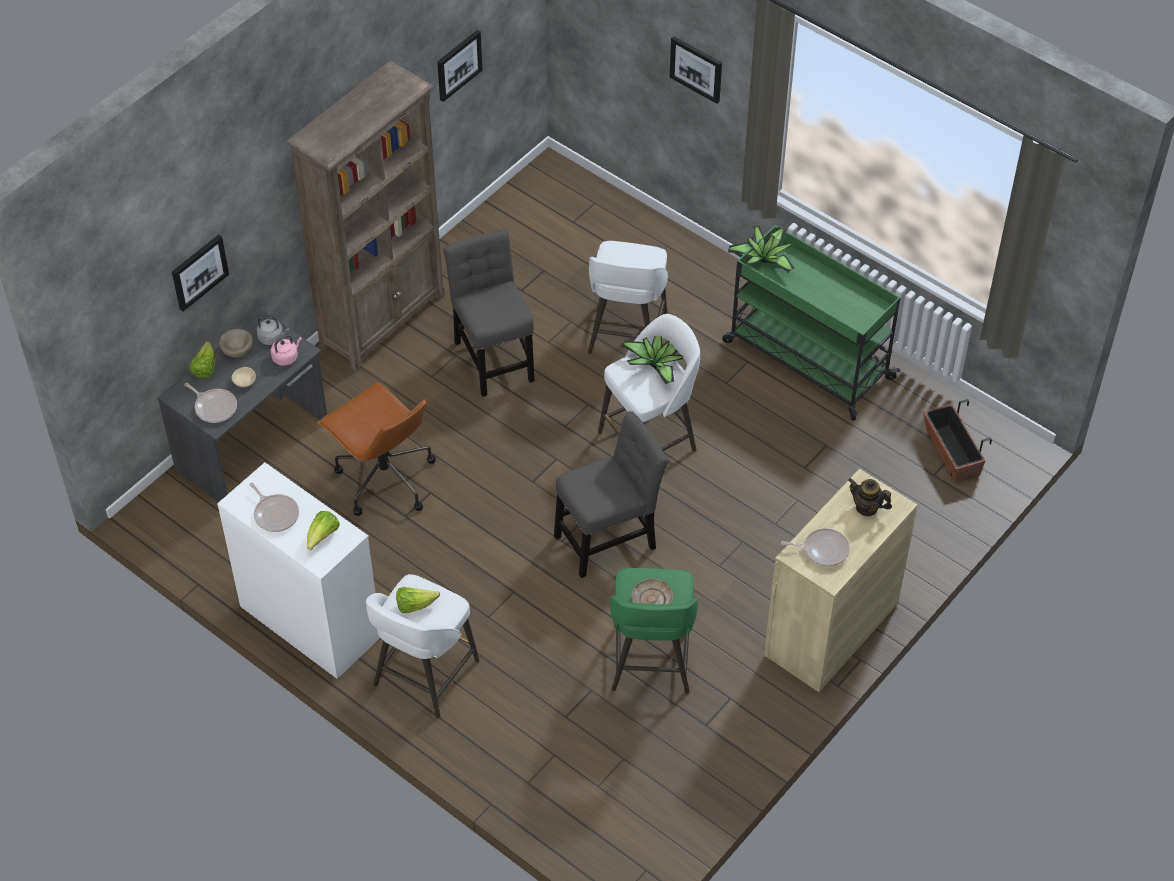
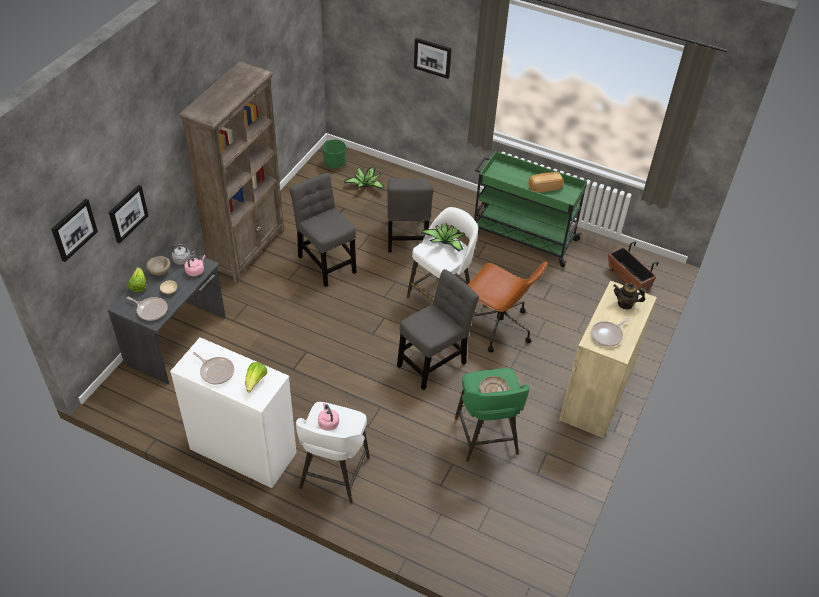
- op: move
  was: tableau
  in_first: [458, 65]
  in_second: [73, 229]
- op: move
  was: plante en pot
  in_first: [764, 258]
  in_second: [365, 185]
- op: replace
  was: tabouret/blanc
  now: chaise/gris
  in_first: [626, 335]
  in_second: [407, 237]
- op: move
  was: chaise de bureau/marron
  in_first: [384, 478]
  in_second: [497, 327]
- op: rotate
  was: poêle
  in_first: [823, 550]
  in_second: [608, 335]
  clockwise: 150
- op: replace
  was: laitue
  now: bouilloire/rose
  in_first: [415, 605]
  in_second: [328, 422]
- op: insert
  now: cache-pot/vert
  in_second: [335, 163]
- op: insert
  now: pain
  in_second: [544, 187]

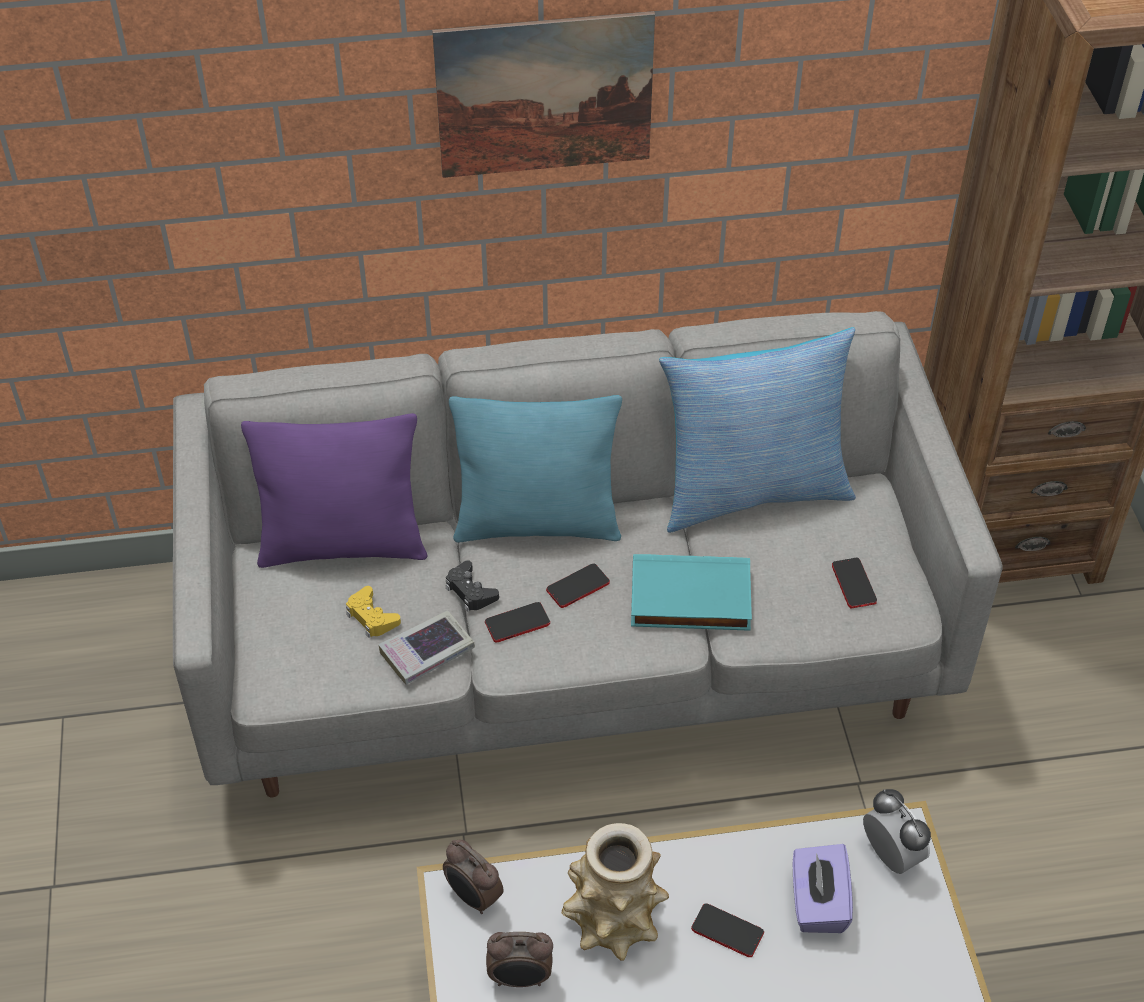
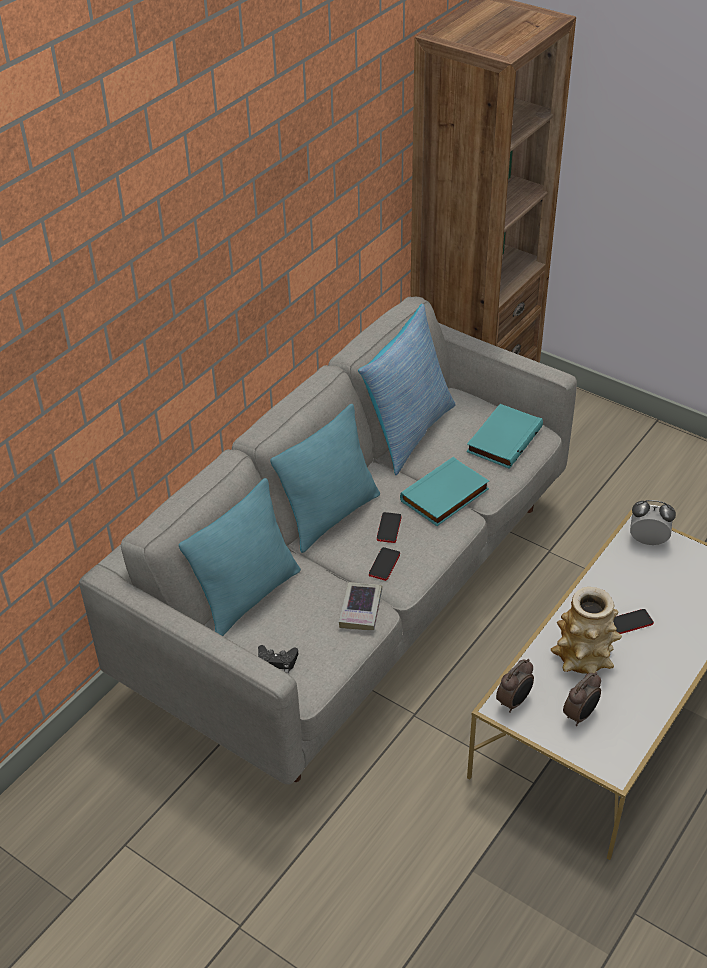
- op: delete
  was: tableau
  in_first: [544, 95]
- op: recolor
  was: coussin/violet
  now: coussin/turquoise
  in_first: [343, 545]
  in_second: [248, 596]
- op: replace
  was: téléphone
  now: livre/turquoise
  in_first: [854, 584]
  in_second: [503, 439]
- op: move
  was: manette/noir
  in_first: [470, 591]
  in_second: [277, 661]
- op: delete
  was: manette/jaune
  in_first: [371, 617]
- op: rotate
  was: réveil
  in_first: [473, 897]
  in_second: [514, 702]
  clockwise: -45
- op: delete
  was: boîte à mouchoirs/violet
  in_first: [818, 903]

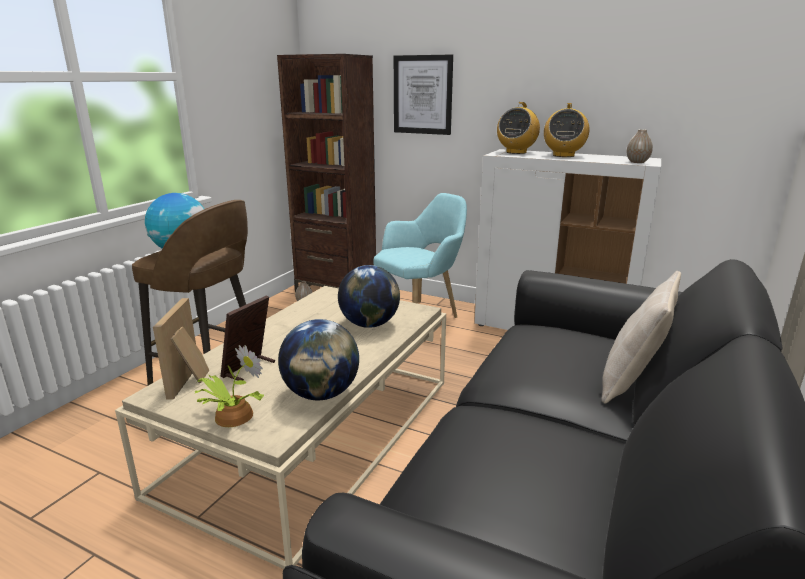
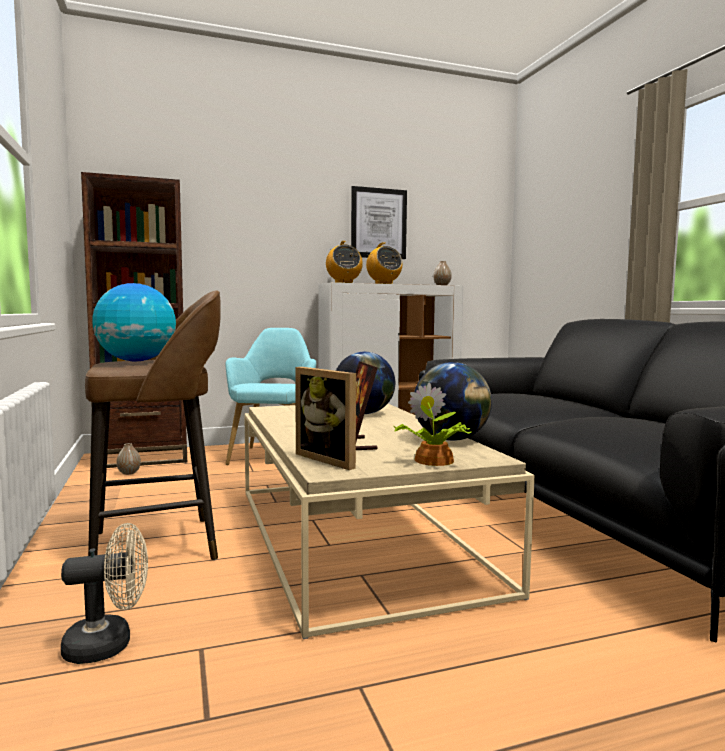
- op: move
  was: tableau
  in_first: [422, 95]
  in_second: [378, 223]
- op: delete
  was: coussin/beige
  in_first: [632, 381]
- op: insert
  now: ventilateur/beige
  in_second: [109, 644]

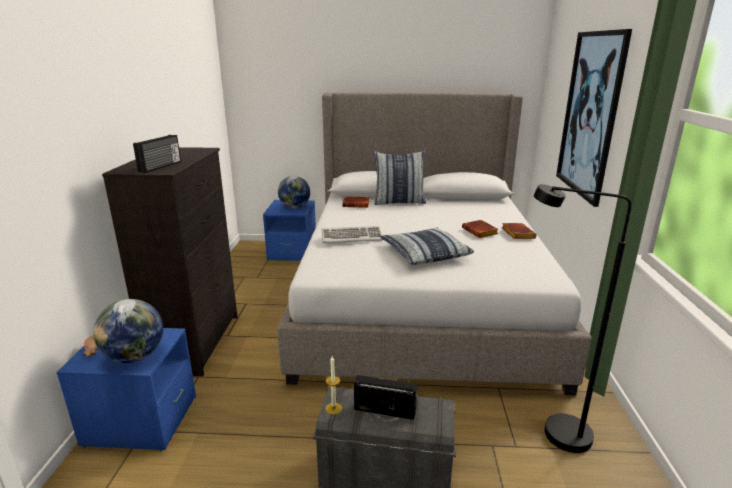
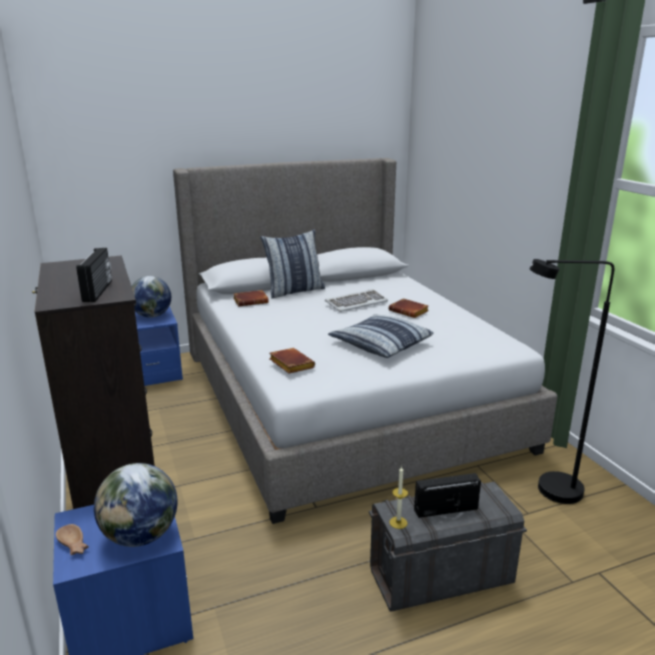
- op: delete
  was: tableau
  in_first: [590, 115]
- op: move
  was: livre/marron
  in_first: [516, 234]
  in_second: [290, 364]
- op: move
  was: clavier
  in_first: [352, 237]
  in_second: [356, 303]

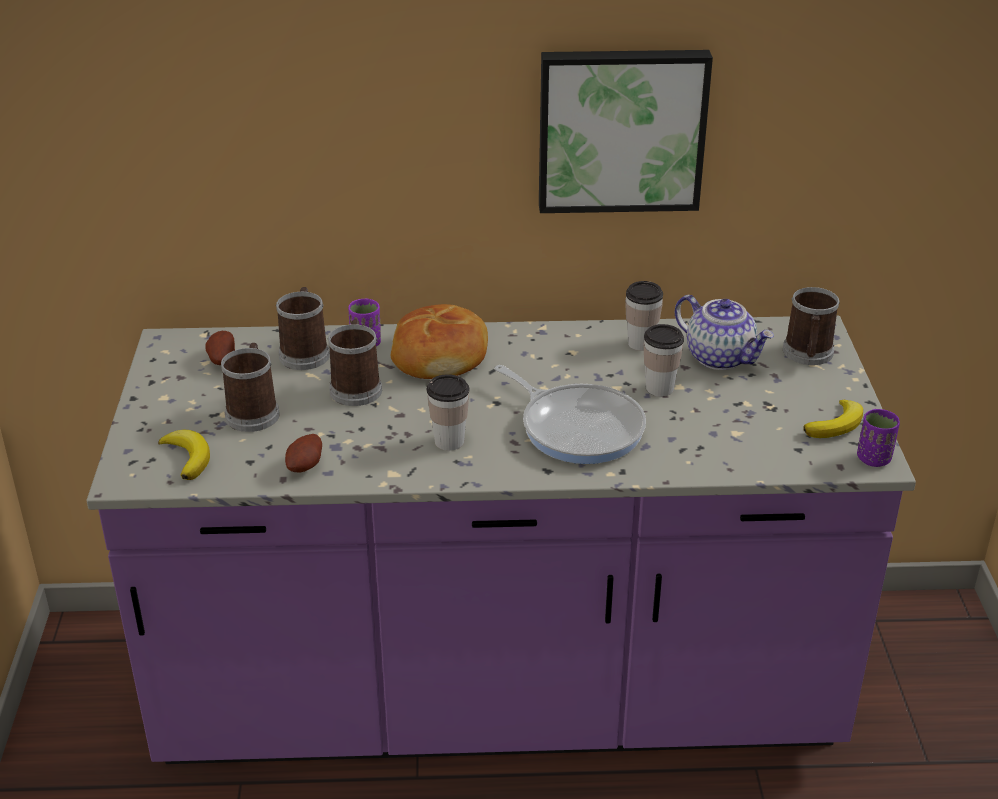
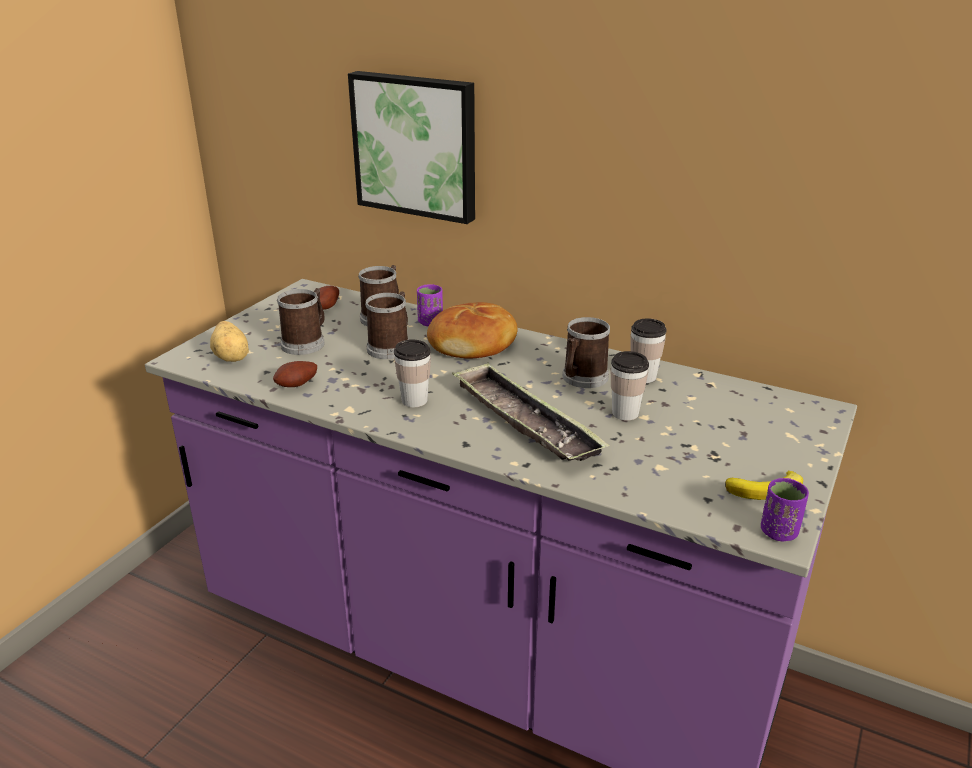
- op: move
  was: tableau
  in_first: [621, 129]
  in_second: [416, 145]
- op: move
  was: mug
  in_first: [808, 354]
  in_second: [582, 379]
- op: delete
  was: théière
  in_first: [720, 357]
- op: replace
  was: poêle
  now: plateau
  in_first: [578, 427]
  in_second: [524, 421]
- op: replace
  was: banane
  now: pomme de terre
  in_first: [188, 457]
  in_second: [232, 357]

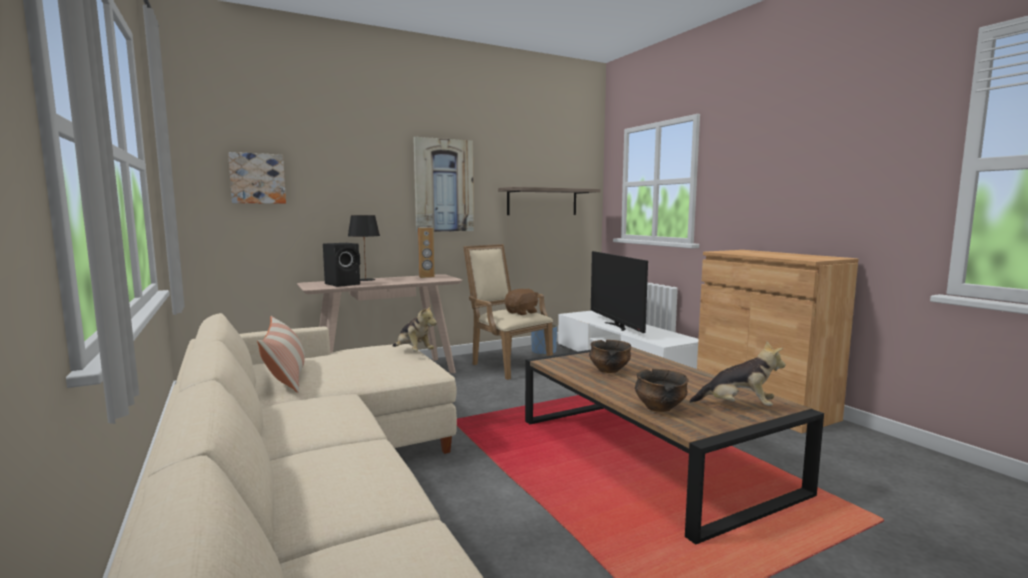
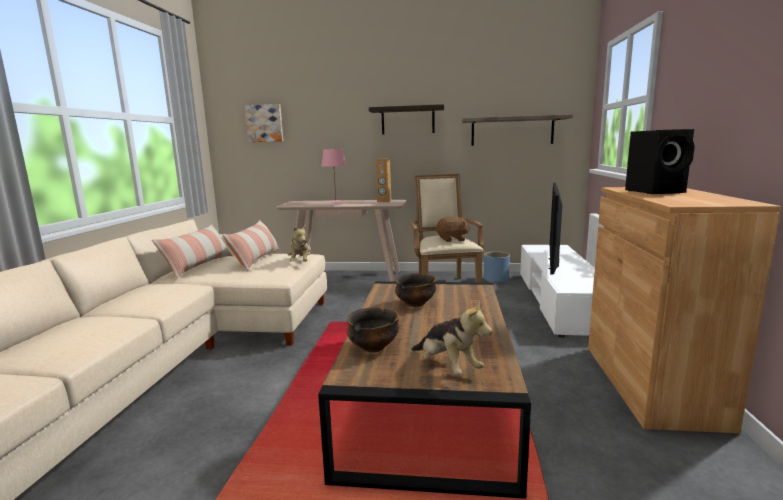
- op: replace
  was: tableau
  now: étagère
  in_first: [443, 185]
  in_second: [408, 120]
- op: recolor
  was: lampe de table/noir
  now: lampe de table/rose
  in_first: [366, 280]
  in_second: [336, 201]
- op: move
  was: enceinte/noir
  in_first: [343, 284]
  in_second: [656, 191]
- op: insert
  now: coussin
  in_second: [256, 259]

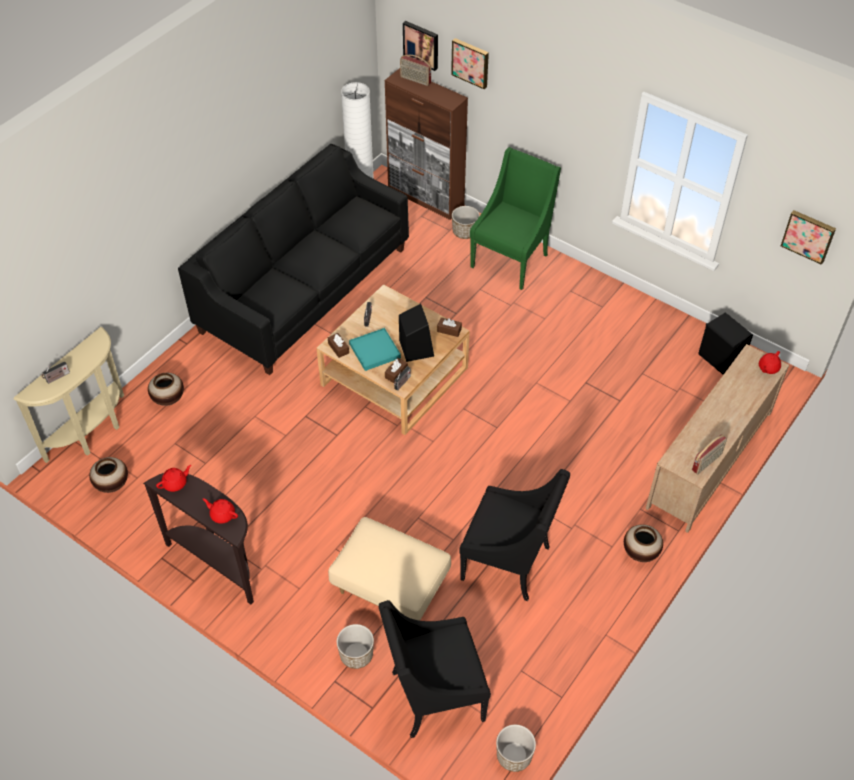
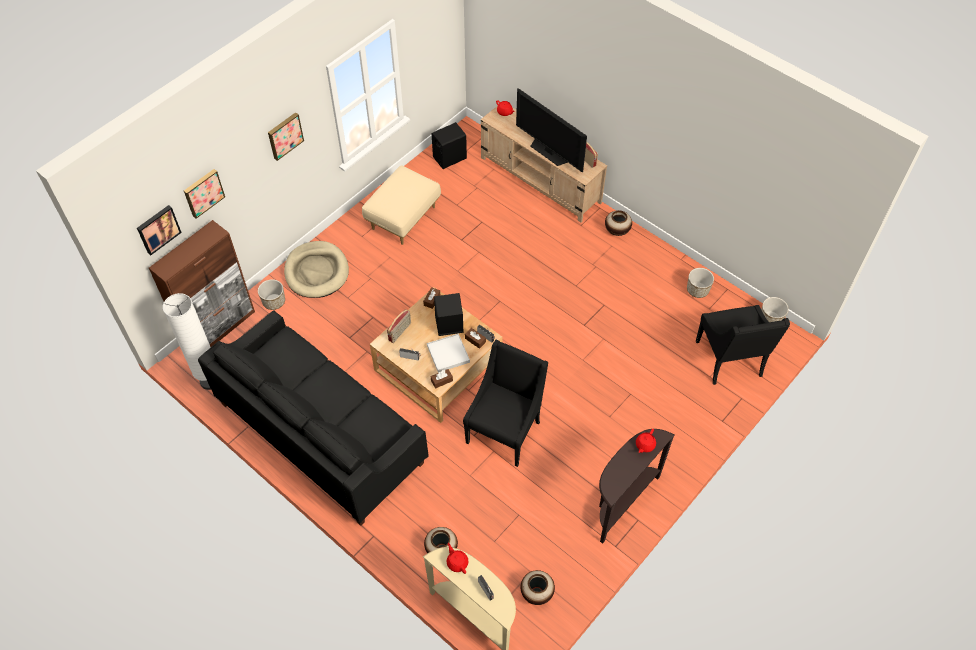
- op: move
  was: radio
  in_first: [415, 80]
  in_second: [400, 332]
- op: replace
  was: fauteuil/vert
  now: panier pour chien/beige
  in_first: [511, 259]
  in_second: [317, 271]
- op: move
  was: tableau
  in_first: [808, 235]
  in_second: [284, 135]
- op: recolor
  was: plateau/turquoise
  now: plateau/blanc
  in_first: [375, 351]
  in_second: [448, 354]
- op: move
  was: théière/rouge
  in_first: [175, 483]
  in_second: [457, 562]
- op: move
  was: fauteuil/noir
  in_first: [509, 563]
  in_second: [505, 431]
- op: move
  was: pouf/beige
  in_first: [391, 588]
  in_second: [403, 217]
- op: move
  was: cache-pot
  in_first: [356, 655]
  in_second: [697, 290]
- op: insert
  now: téléviseur
  in_second: [549, 152]

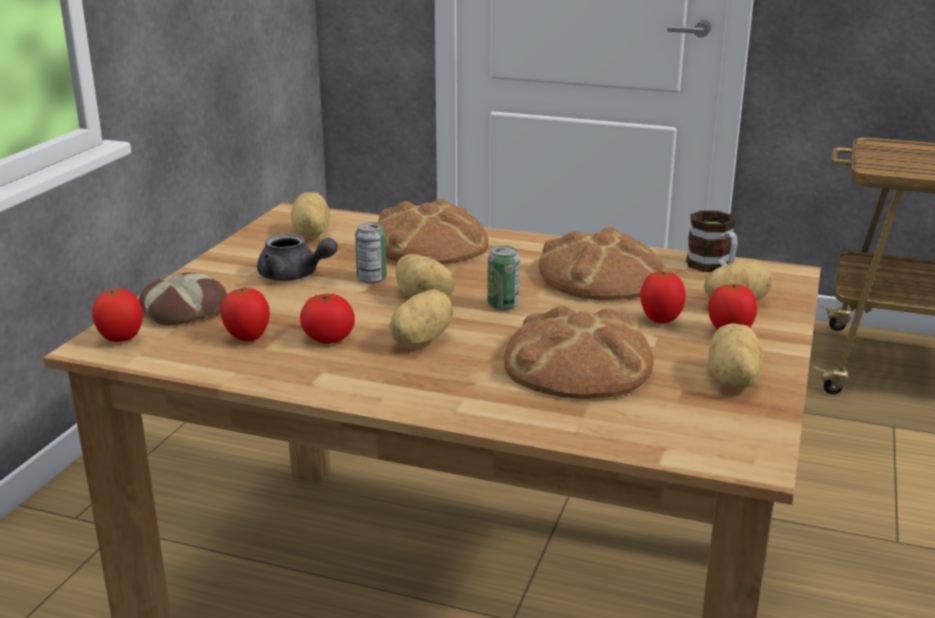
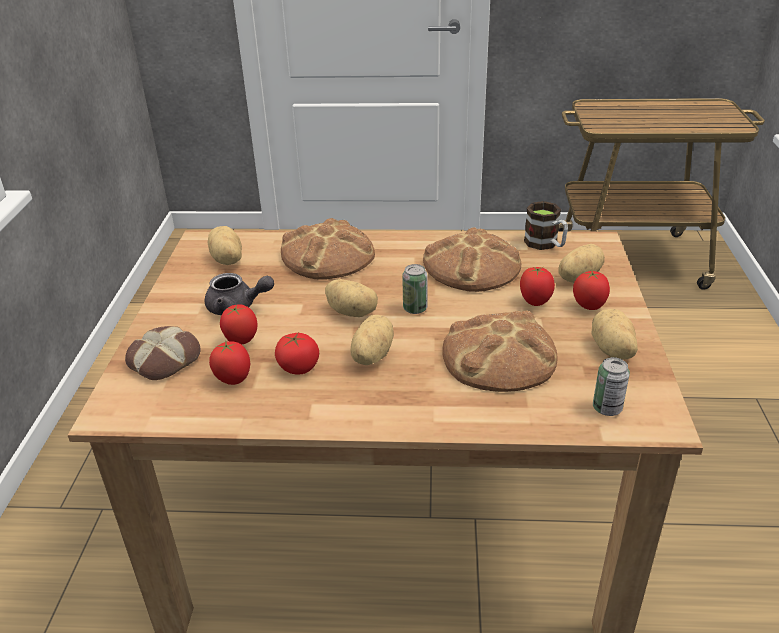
- op: move
  was: boîte métallique
  in_first: [371, 279]
  in_second: [607, 408]
- op: move
  was: tomate
  in_first: [121, 339]
  in_second: [241, 341]

